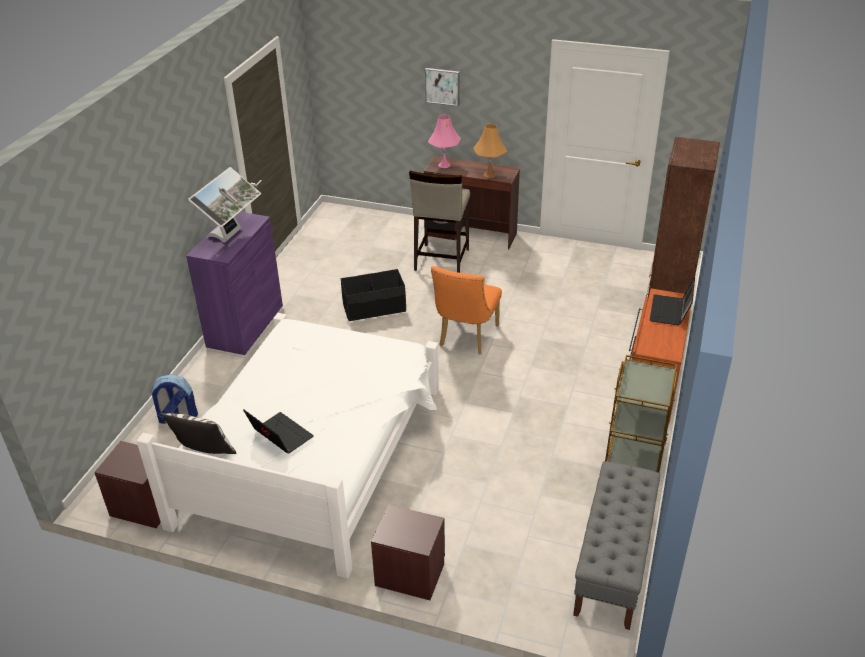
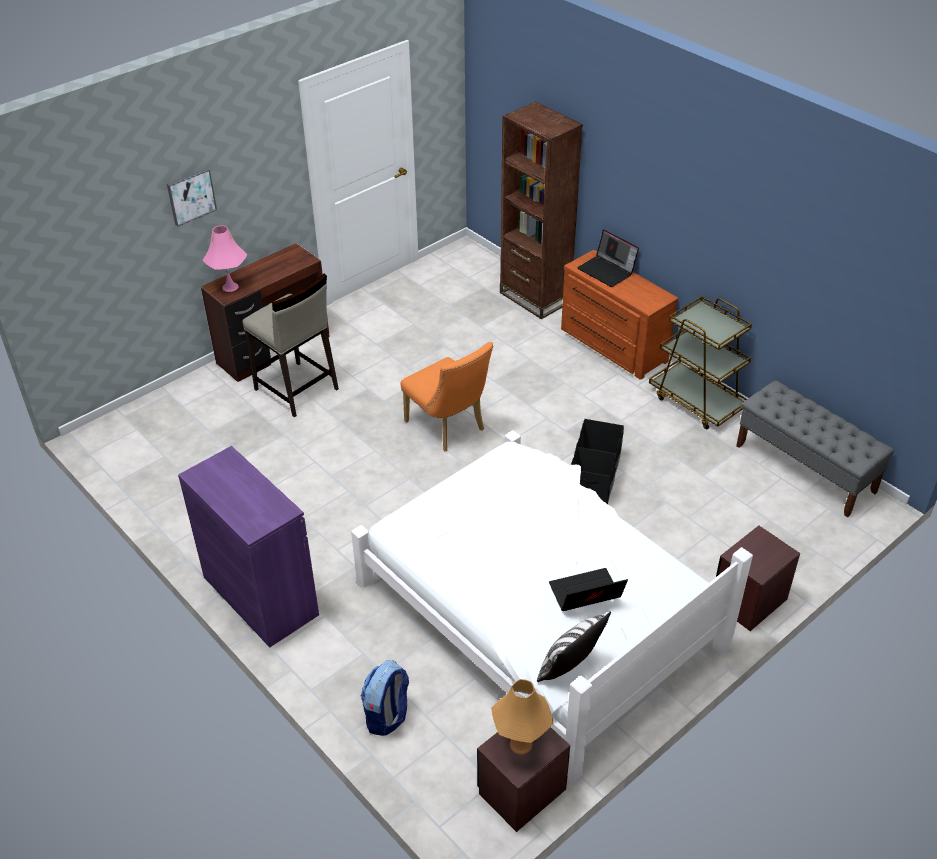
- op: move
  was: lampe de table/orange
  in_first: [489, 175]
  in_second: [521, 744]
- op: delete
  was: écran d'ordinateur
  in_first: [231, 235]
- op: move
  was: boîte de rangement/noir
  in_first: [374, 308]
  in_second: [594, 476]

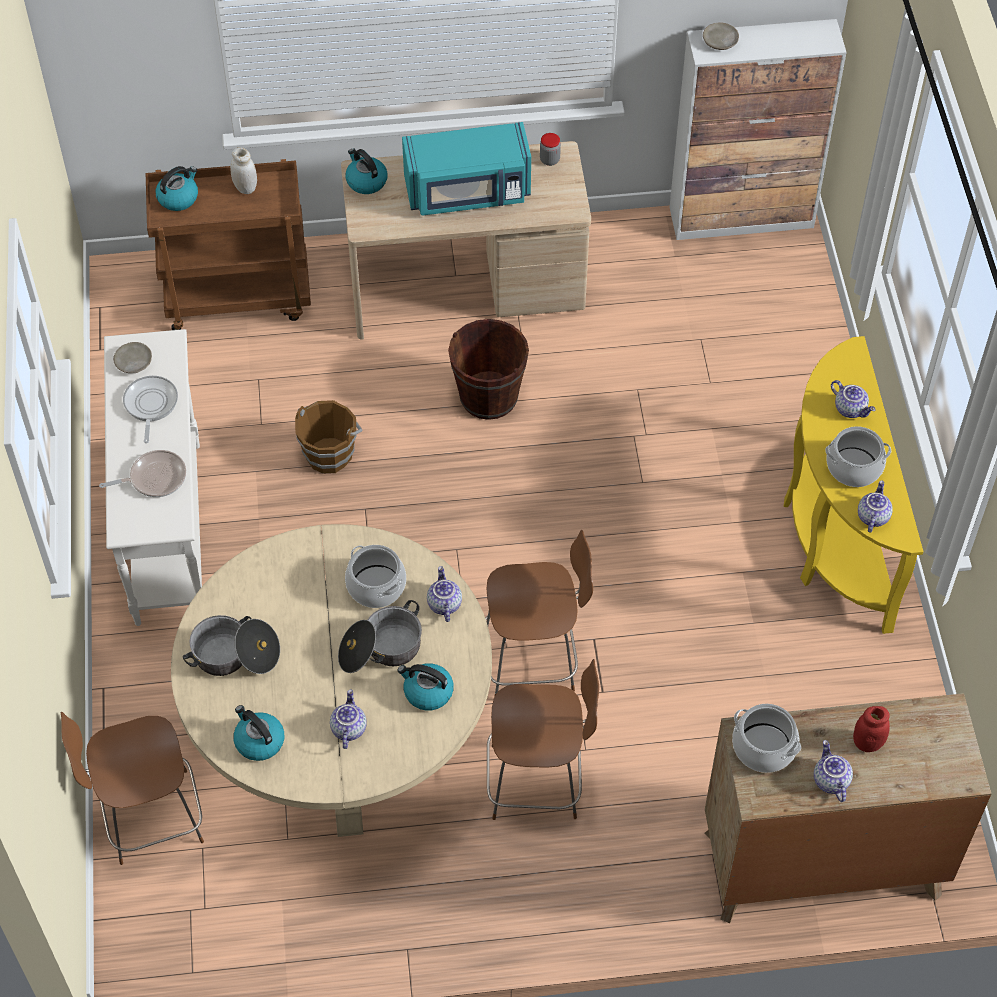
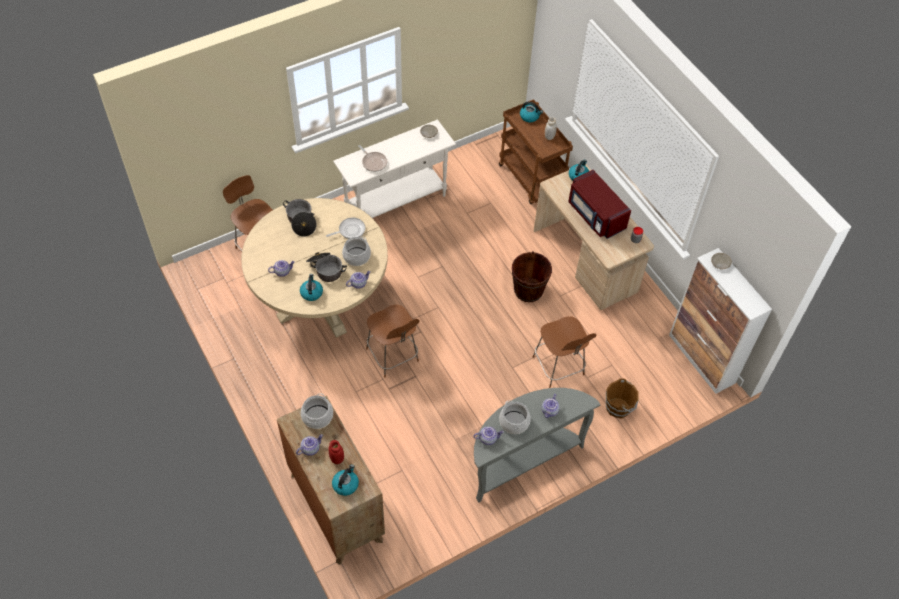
- op: recolor
  was: micro-ondes/turquoise
  now: micro-ondes/rouge
  in_first: [468, 192]
  in_second: [595, 215]
- op: recolor
  was: table console/jaune
  now: table console/gris
  in_first: [833, 537]
  in_second: [522, 460]
- op: move
  was: poêle
  in_first: [150, 405]
  in_second: [350, 230]
- op: move
  was: seau/marron
  in_first: [329, 453]
  in_second: [619, 407]
- op: move
  was: chaise/marron
  in_first: [538, 781]
  in_second: [559, 367]
- op: move
  was: bouilloire
  in_first: [259, 741]
  in_second: [345, 484]

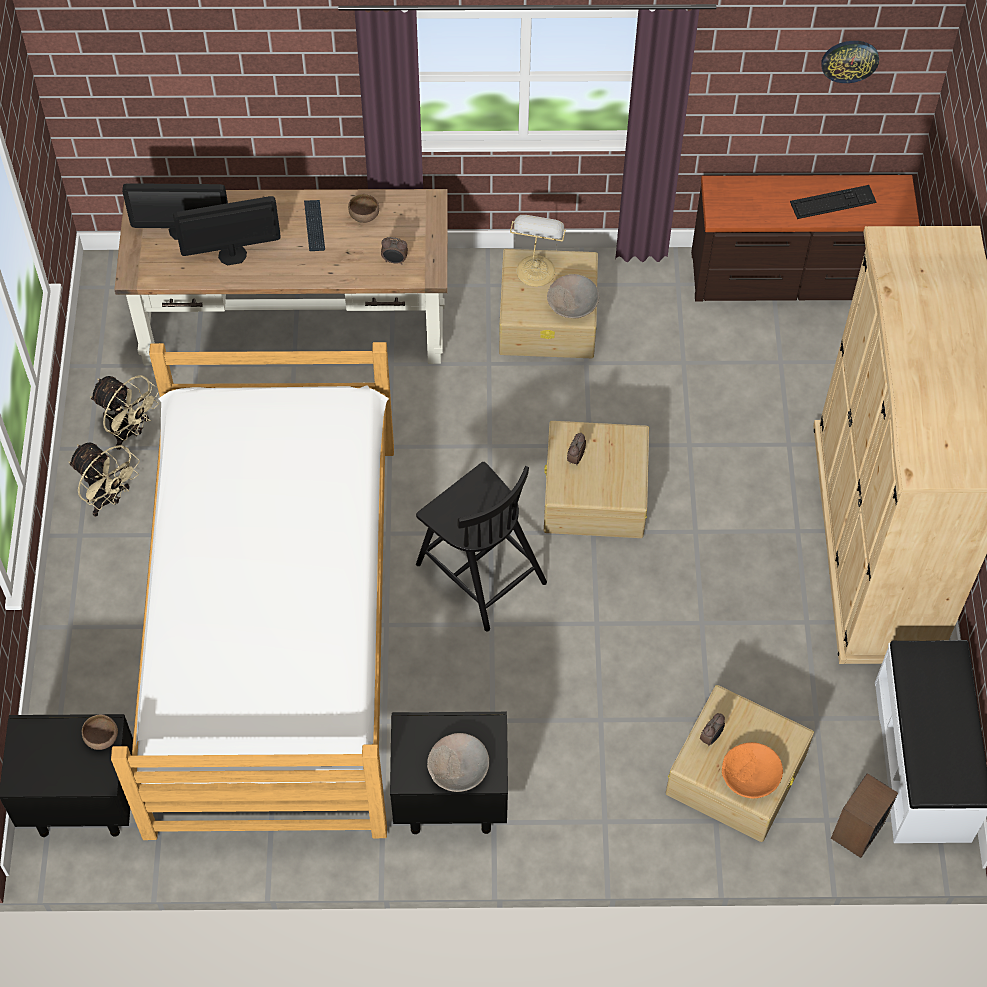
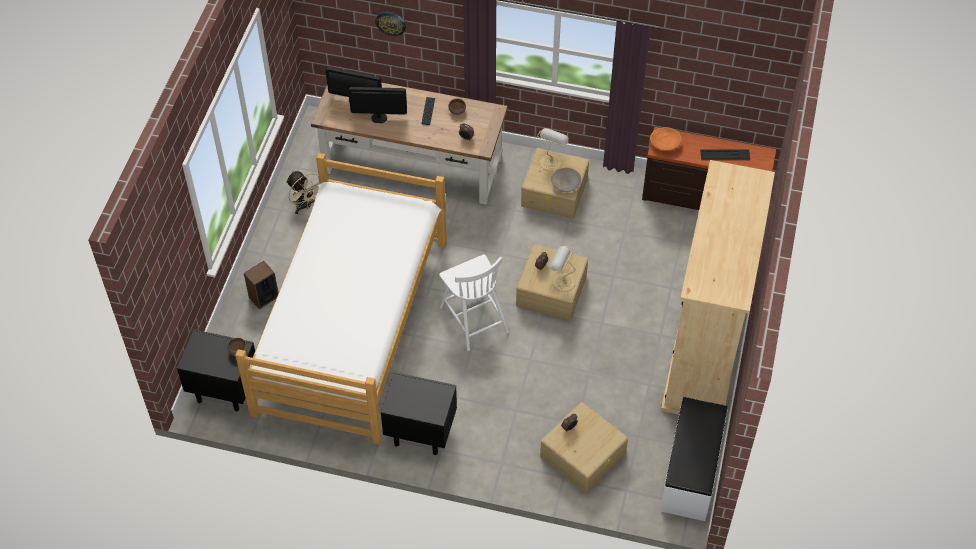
- op: move
  was: horloge murale
  in_first: [849, 60]
  in_second: [390, 23]
- op: delete
  was: ventilateur/beige
  in_first: [109, 499]
- op: recolor
  was: chaise/noir
  now: chaise/blanc
  in_first: [479, 571]
  in_second: [473, 318]
- op: delete
  was: bol/beige
  in_first: [459, 768]
- op: move
  was: bol/orange
  in_first: [751, 776]
  in_second: [665, 144]
- op: move
  was: enceinte
  in_first: [857, 830]
  in_second: [263, 297]
- op: insert
  now: lampe de table
  in_second: [562, 282]

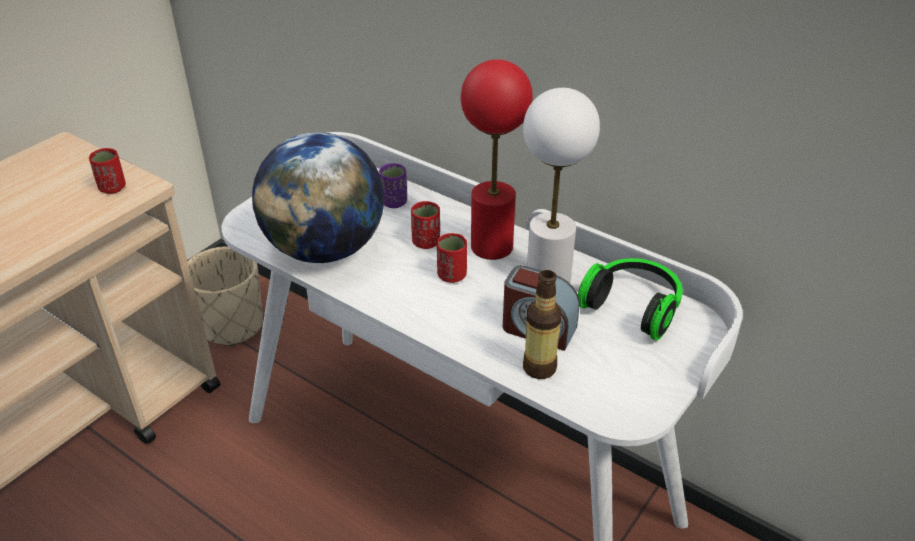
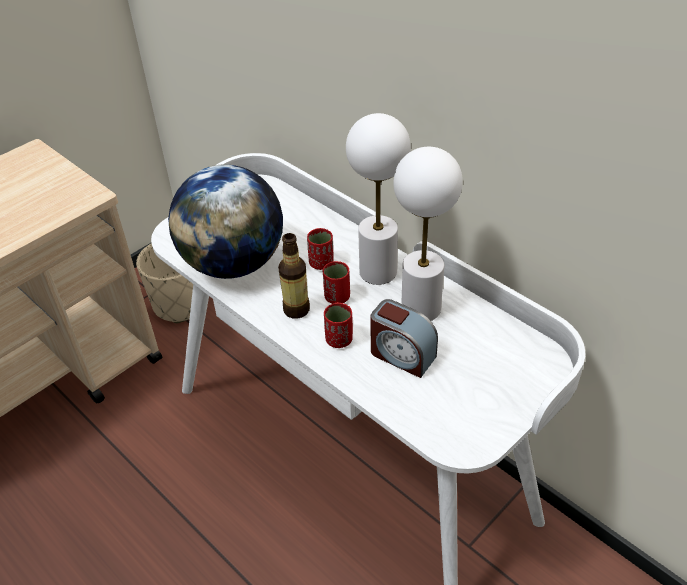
- op: recolor
  was: lampe de table/rouge
  now: lampe de table/blanc
  in_first: [492, 246]
  in_second: [378, 271]
- op: move
  was: tasse/rouge
  in_first: [112, 188]
  in_second: [339, 340]
- op: delete
  was: tasse/violet
  in_first: [394, 202]
- op: delete
  was: casque audio
  in_first: [633, 307]
- op: move
  was: bouteille
  in_first: [539, 368]
  in_second: [296, 309]

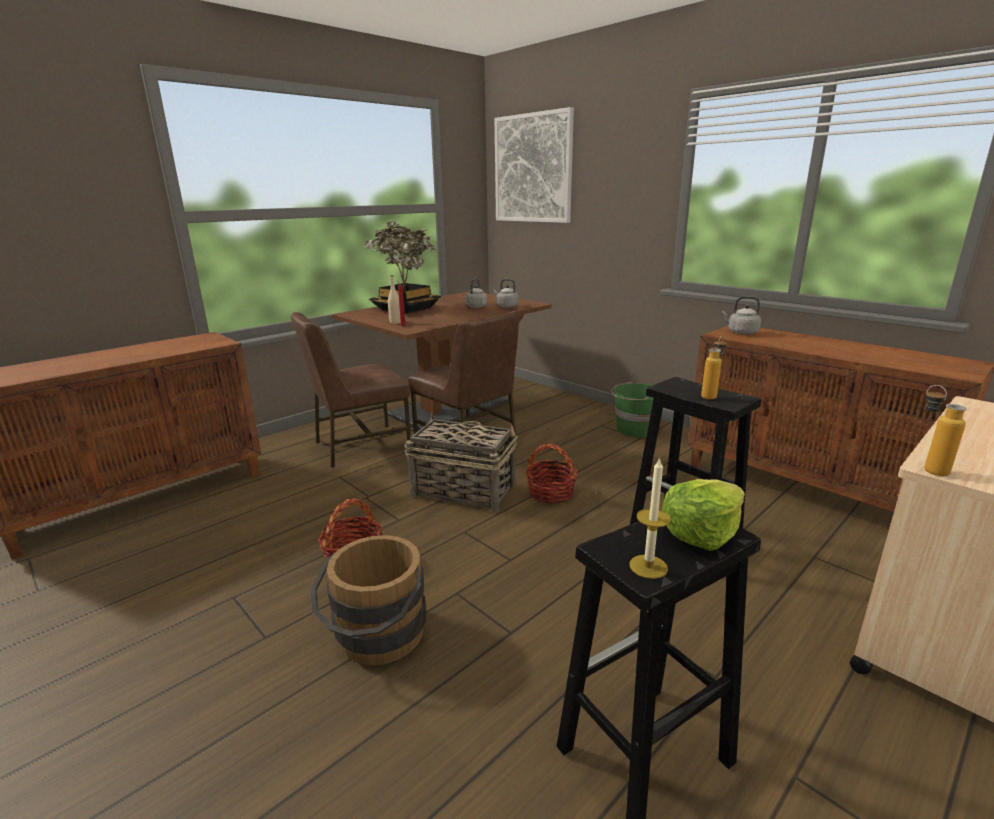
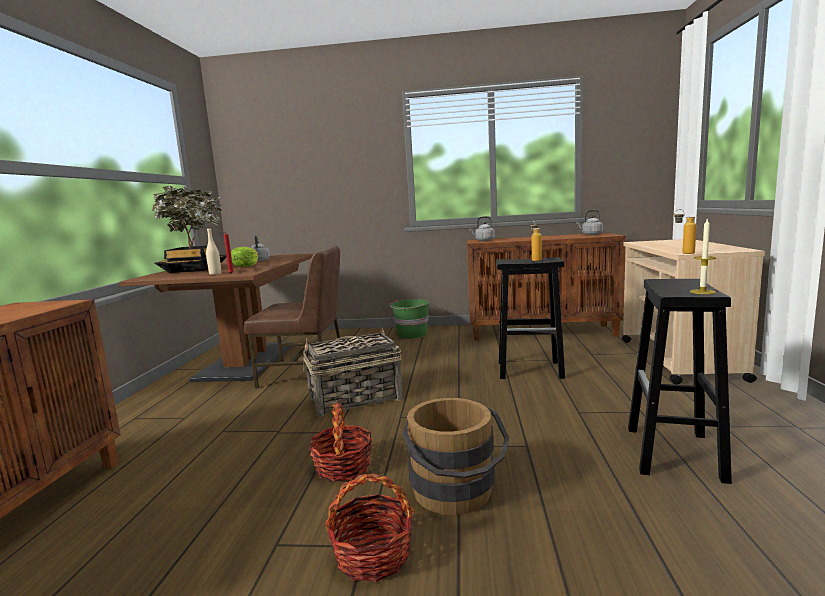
- op: delete
  was: tableau
  in_first: [533, 169]
- op: move
  was: bouilloire/gris
  in_first: [506, 306]
  in_second: [591, 234]
- op: delete
  was: chaise/marron
  in_first: [360, 446]
- op: move
  was: panier
  in_first: [551, 493]
  in_second: [372, 555]
- op: move
  was: laitue
  in_first: [701, 533]
  in_second: [246, 266]

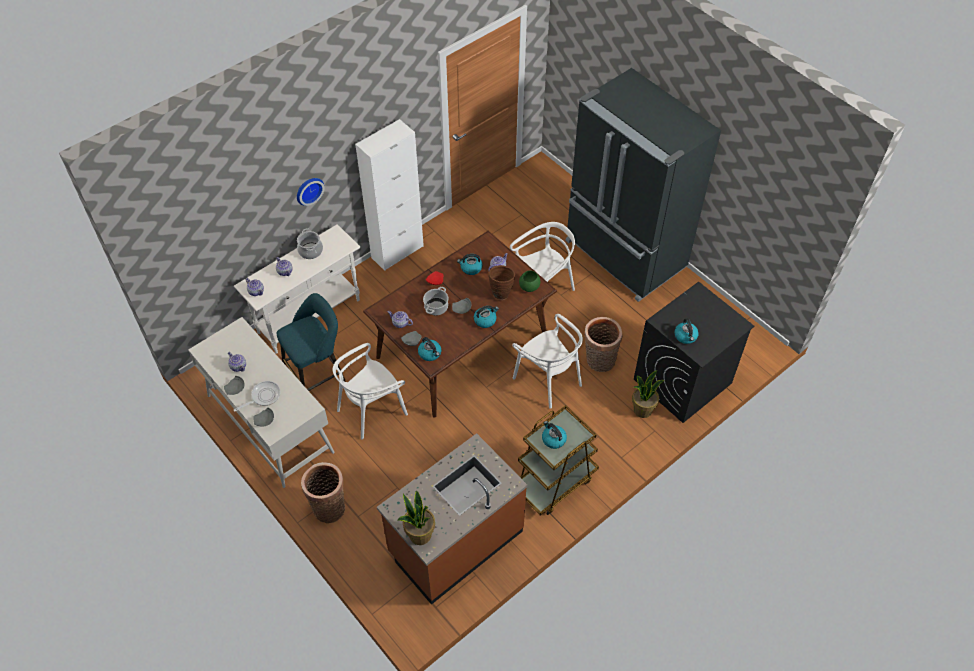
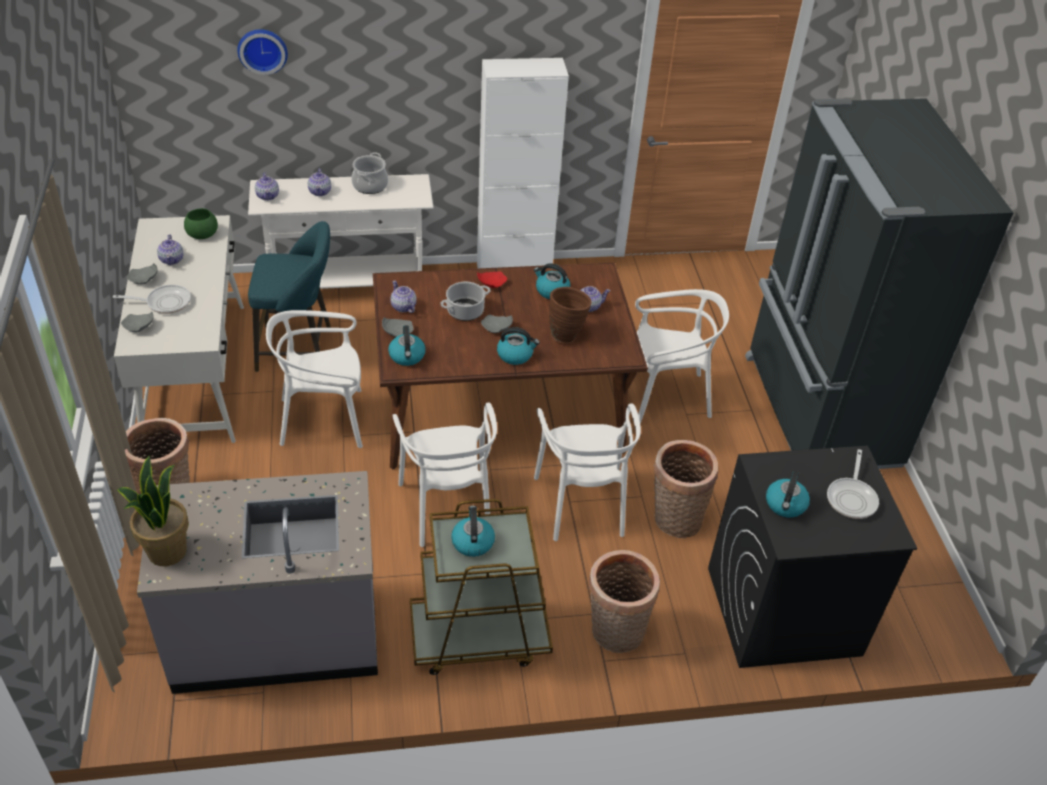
- op: move
  was: horloge murale
  in_first: [308, 190]
  in_second: [262, 50]
- op: move
  was: bol/vert
  in_first: [529, 286]
  in_second: [201, 234]
- op: delete
  was: plante en pot
  in_first: [642, 409]
- op: recolor
  was: comptoir de cuisine/marron
  now: comptoir de cuisine/gris
  in_first: [455, 541]
  in_second: [277, 633]
- op: insert
  now: chaise/blanc
  in_second: [448, 507]
- op: insert
  now: poêle
  in_second: [852, 498]
- op: insert
  now: panier
  in_second: [615, 633]

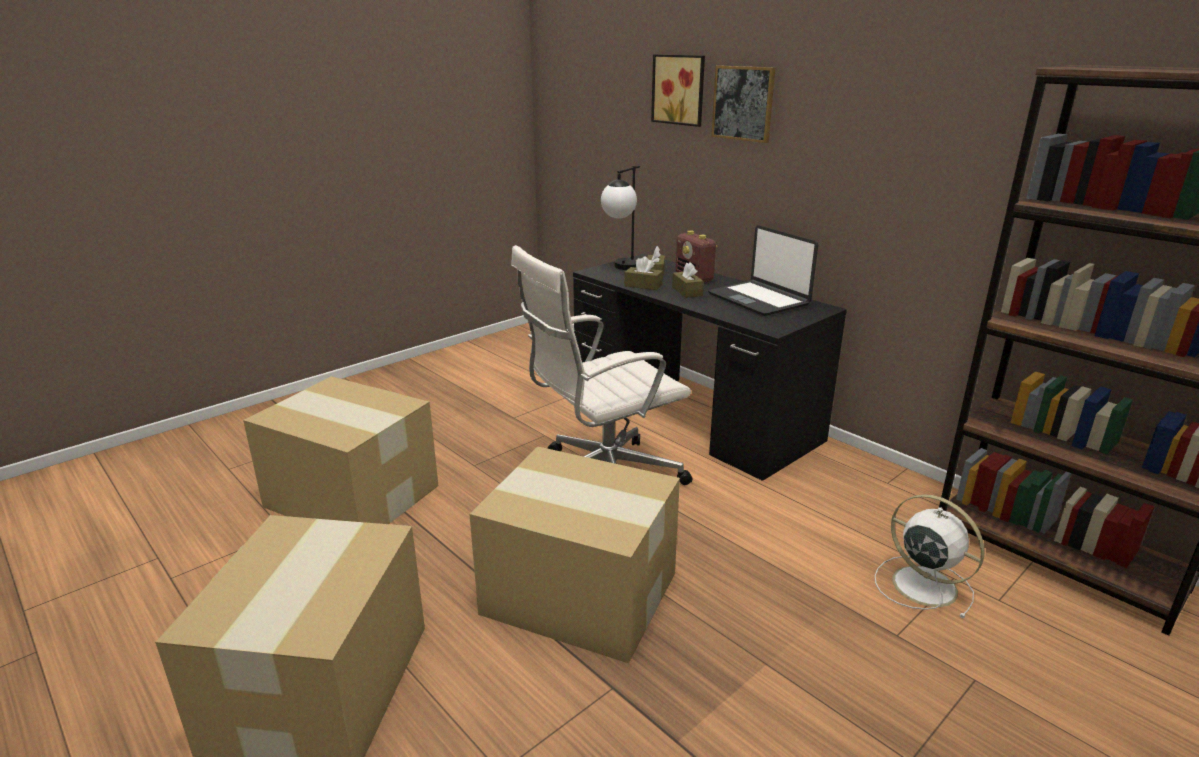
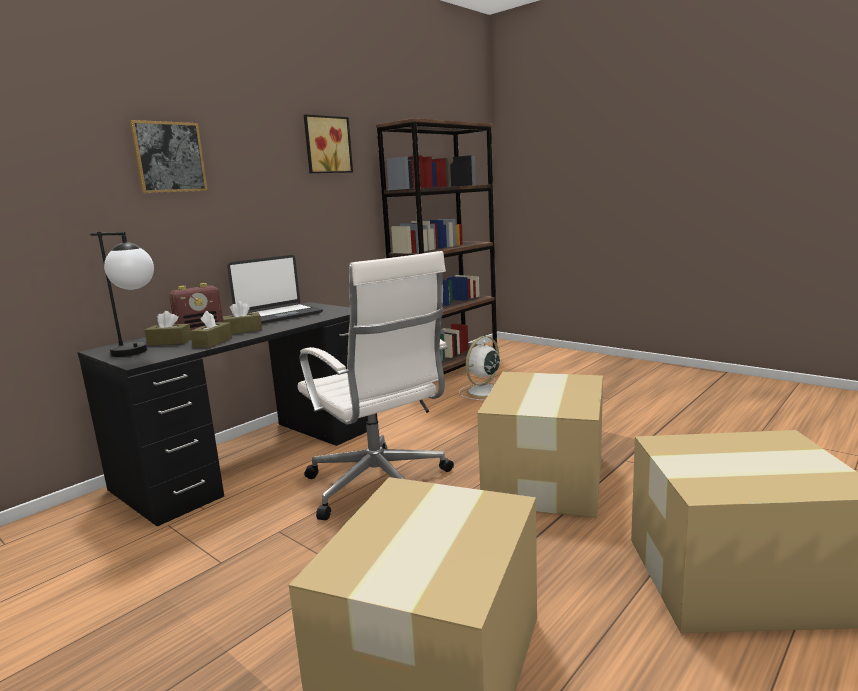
- op: move
  was: tableau
  in_first: [680, 89]
  in_second: [326, 145]

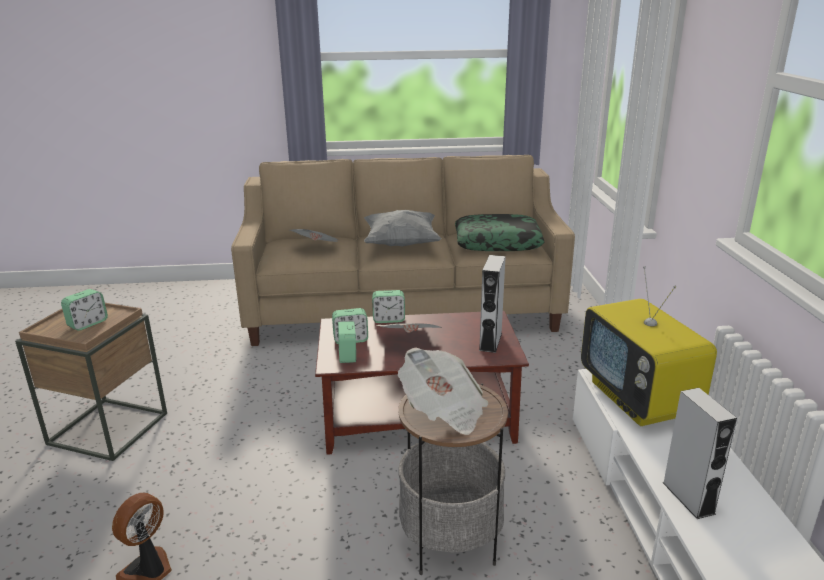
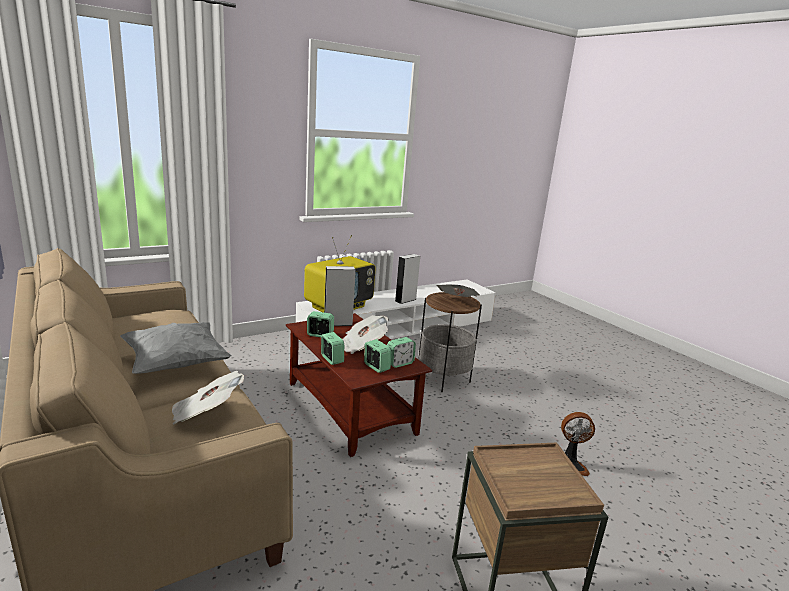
- op: delete
  was: coussin
  in_first: [497, 242]
- op: move
  was: réveil
  in_first: [88, 324]
  in_second: [320, 335]

